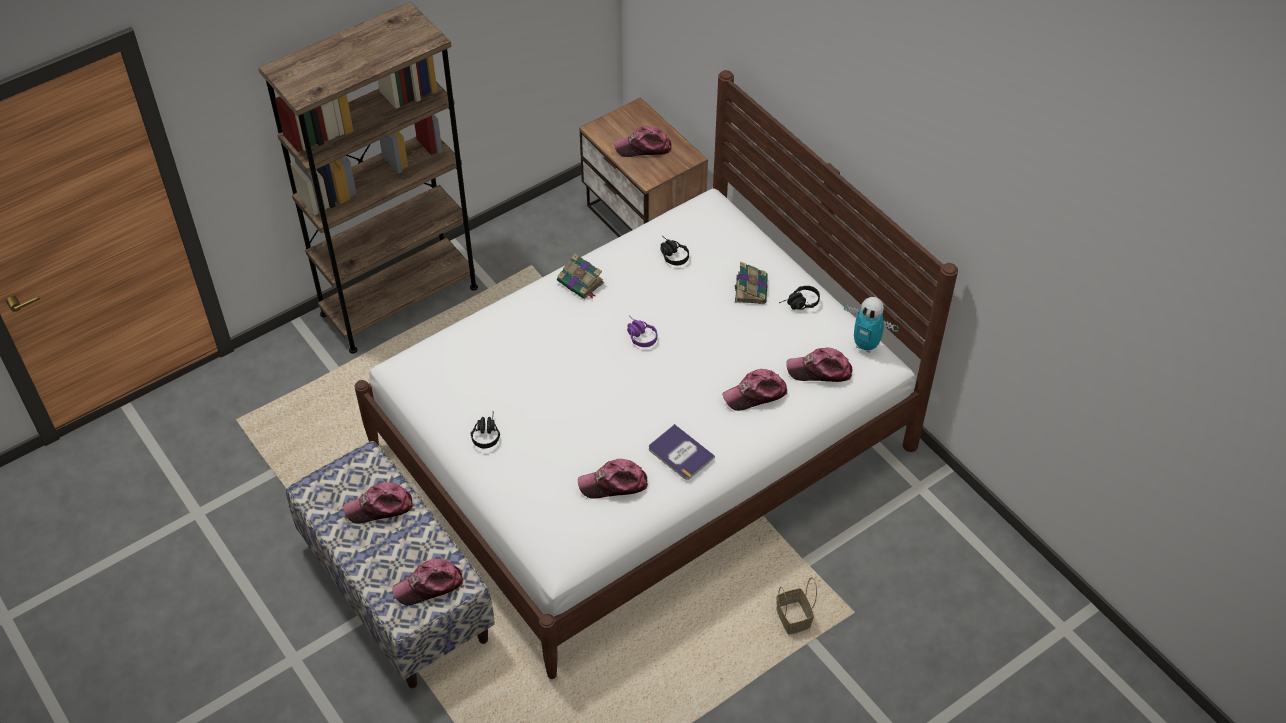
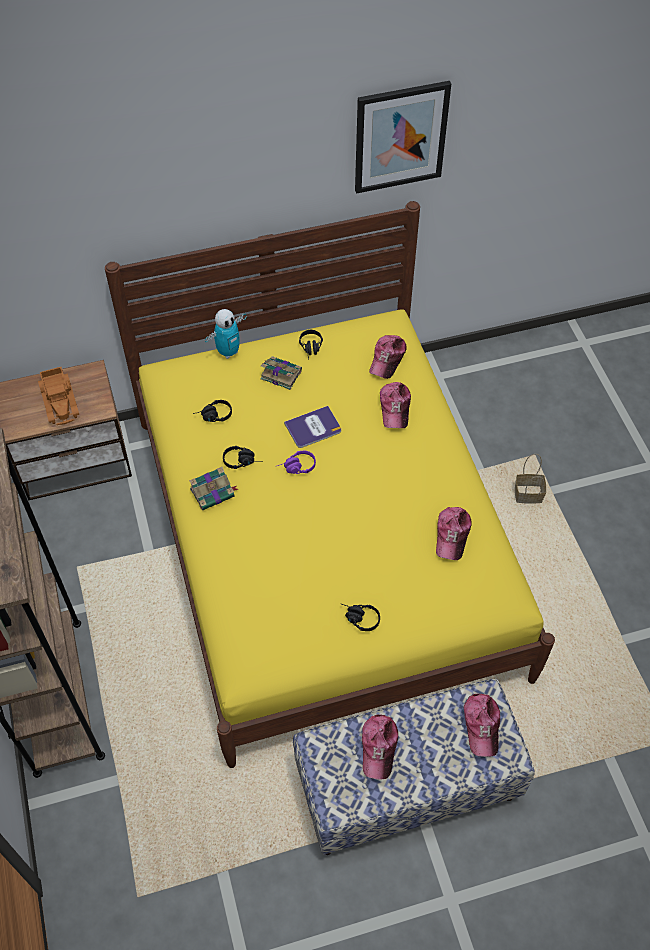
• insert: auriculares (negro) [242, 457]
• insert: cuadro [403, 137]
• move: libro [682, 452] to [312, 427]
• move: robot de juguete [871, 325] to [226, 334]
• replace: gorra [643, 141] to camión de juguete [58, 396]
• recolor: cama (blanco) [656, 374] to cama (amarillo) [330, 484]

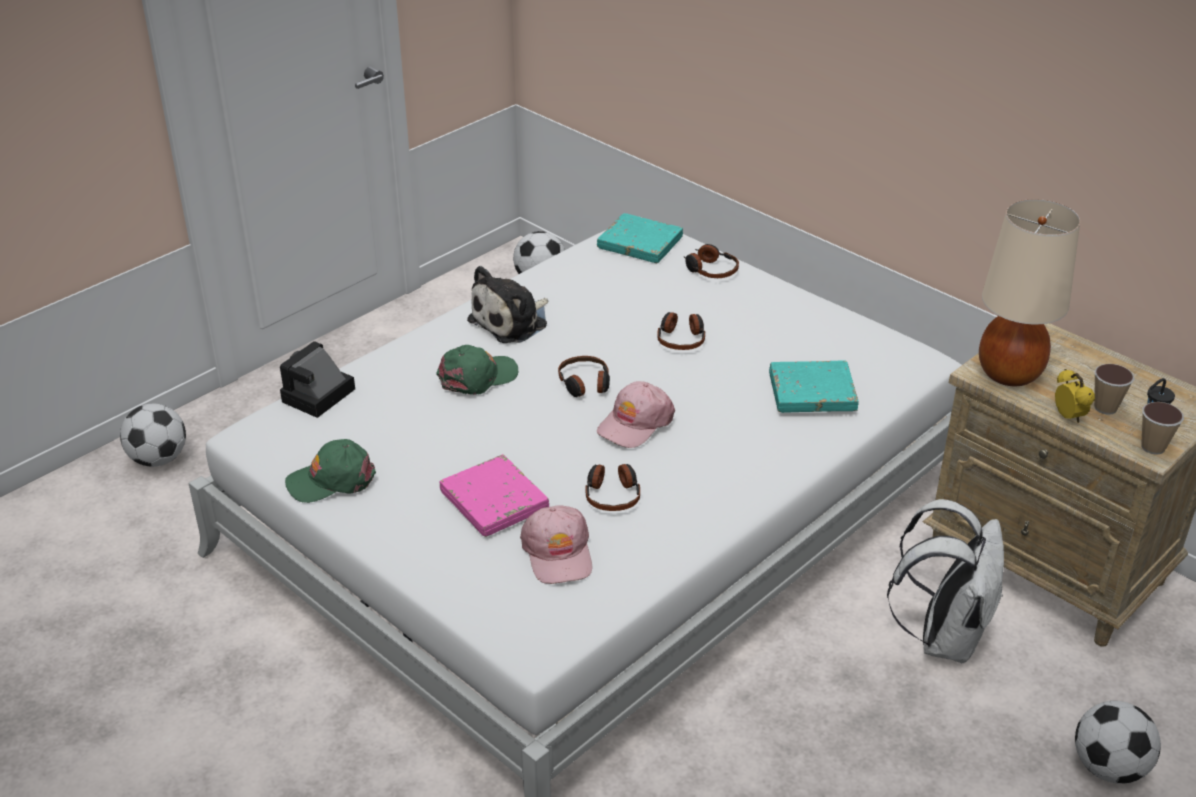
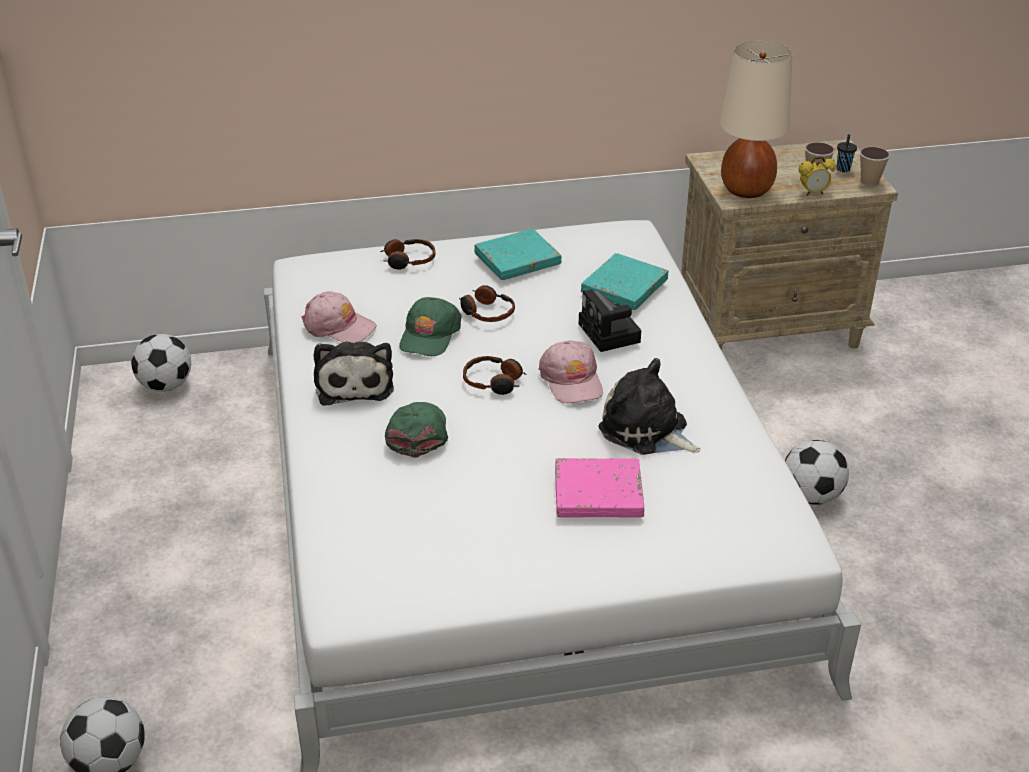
• delete: mochila (blanco) [945, 581]
• move: cámara [317, 379] to [610, 320]
• move: gorra (verde) [330, 471] to [430, 326]
• move: gorra (rosa) [556, 544] to [339, 317]
• move: libro (turquesa) [640, 238] to [518, 254]
• move: balón de fútbol [1118, 742] to [817, 472]
• replace: auriculares [613, 487] to peluche [649, 406]
• rotate: despertador [1075, 396] = [817, 176] 150 degrees clockwise

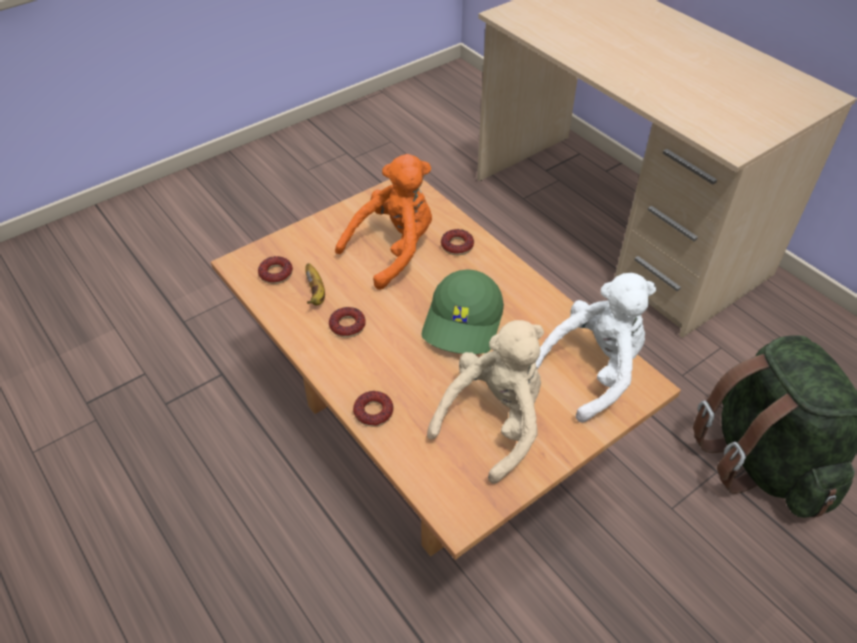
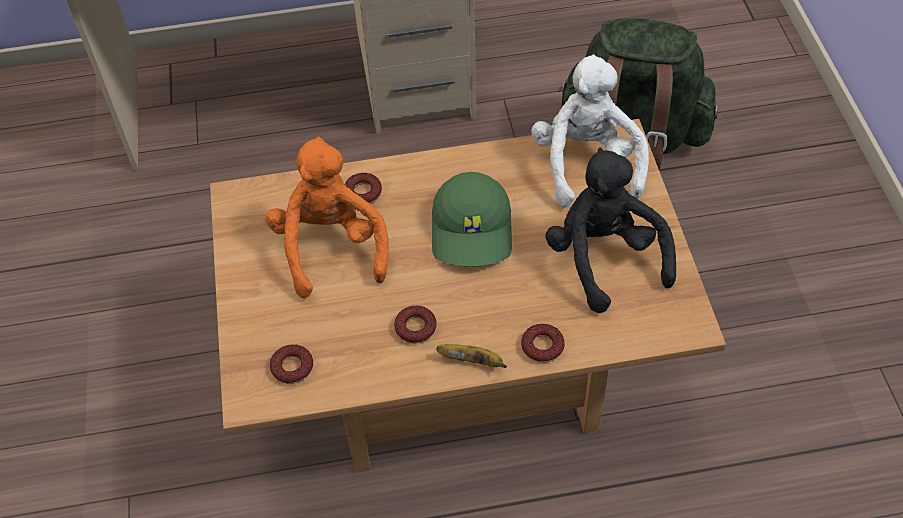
• move: plátano [315, 284] to [471, 356]
• recolor: peluche (beis) [485, 402] to peluche (negro) [610, 230]
• rotate: gorra (verde) [463, 311] = [472, 219] 45 degrees clockwise

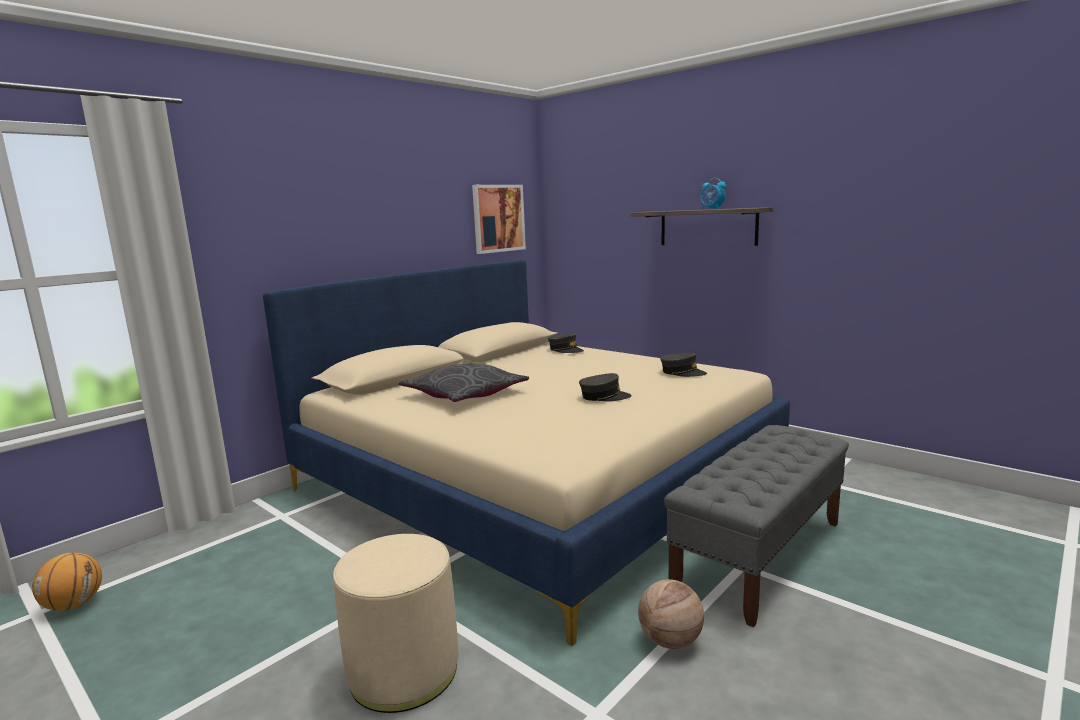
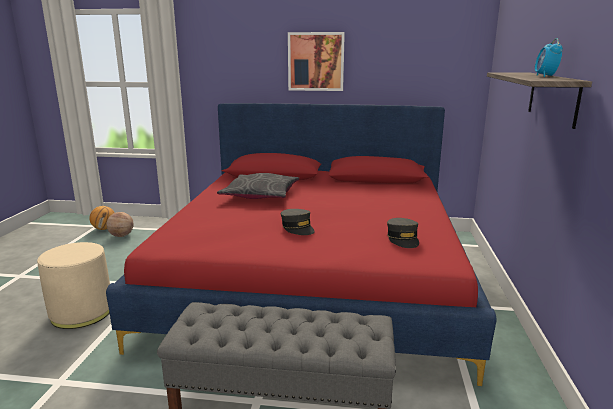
• delete: gorra (gris) [566, 343]
• move: cuadro [499, 219] to [316, 61]
• move: balón de baloncesto [671, 614] to [120, 224]
• recolor: cama (beis) [526, 453] to cama (rojo) [301, 244]

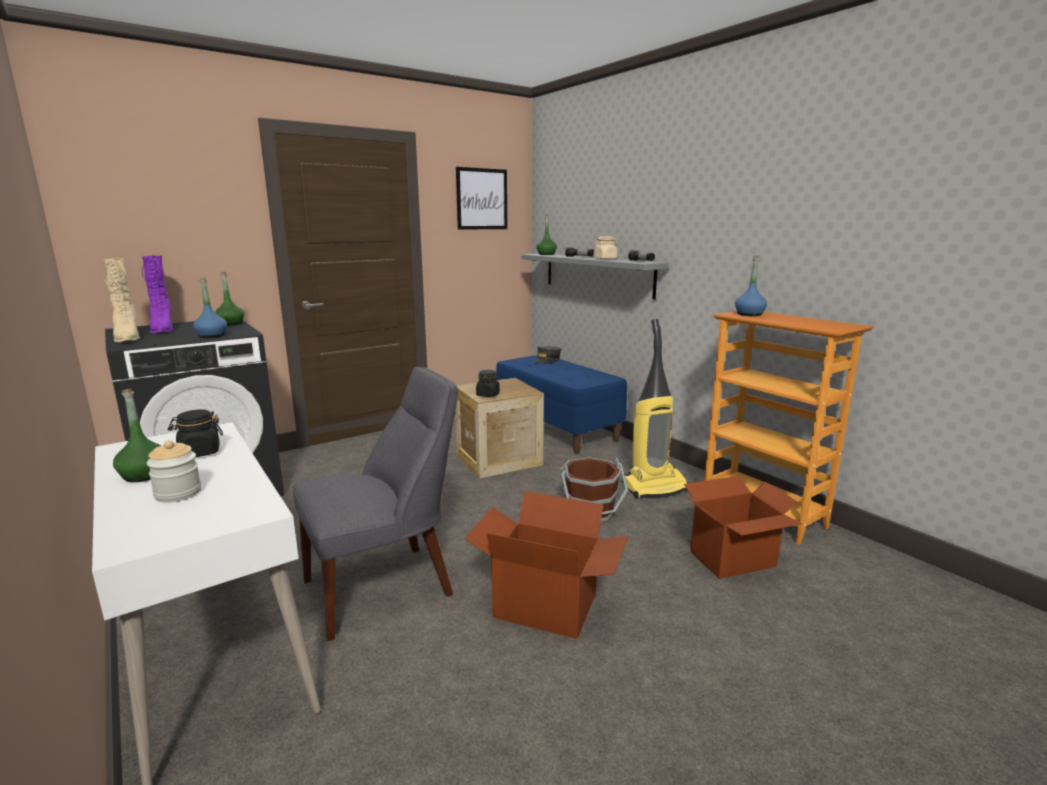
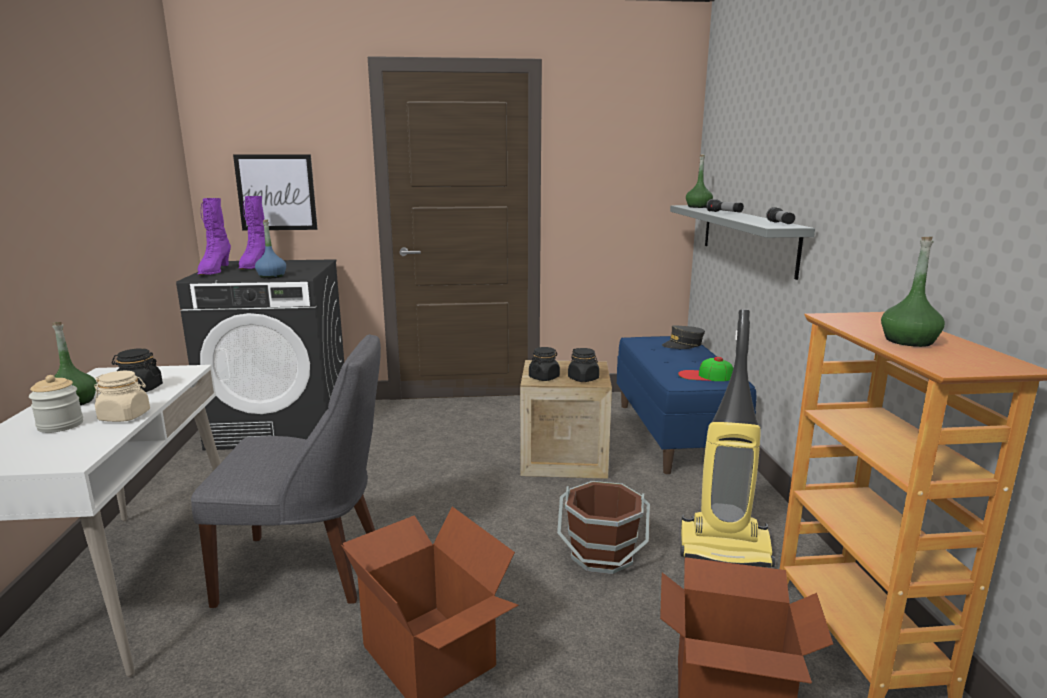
• delete: botella (azul) [751, 286]
• insert: tarro (negro) [583, 365]
• insert: gorra [705, 369]
• move: botella (verde) [229, 299] to [913, 292]
• move: cuadro [481, 198] to [275, 192]
• move: tarro (beis) [606, 248] to [122, 396]
• recolor: bota (beis) [121, 300] to bota (morado) [214, 236]

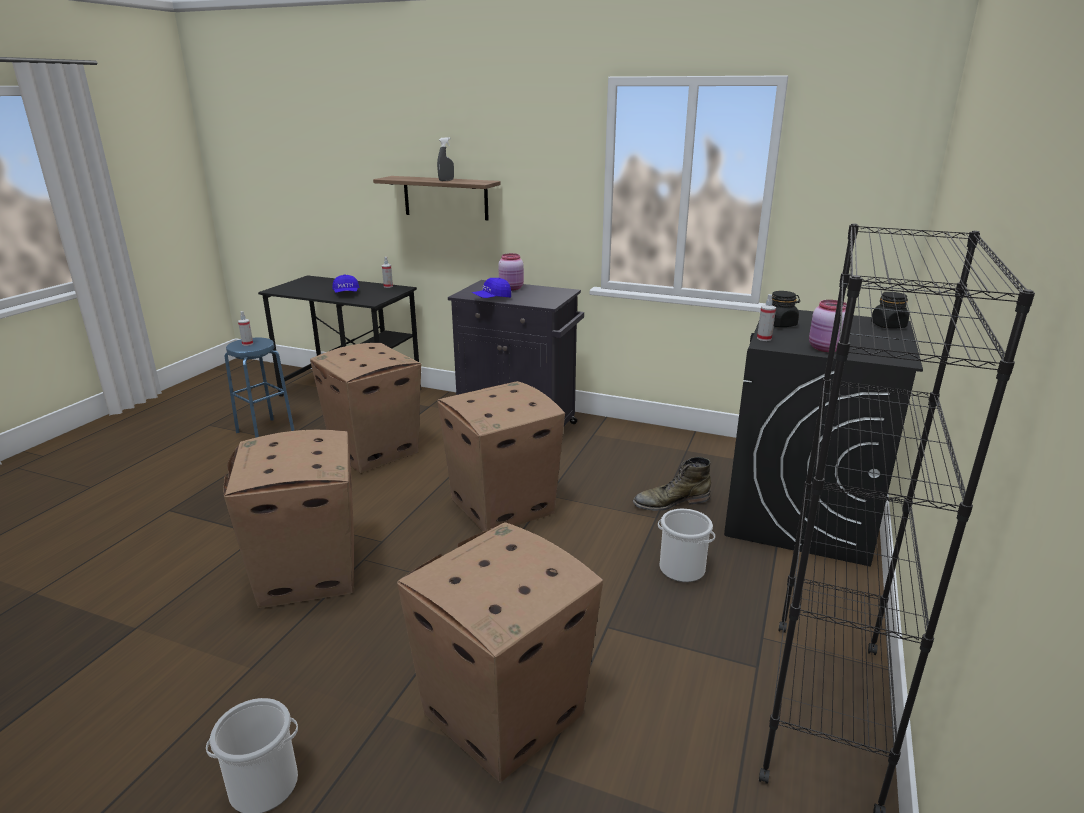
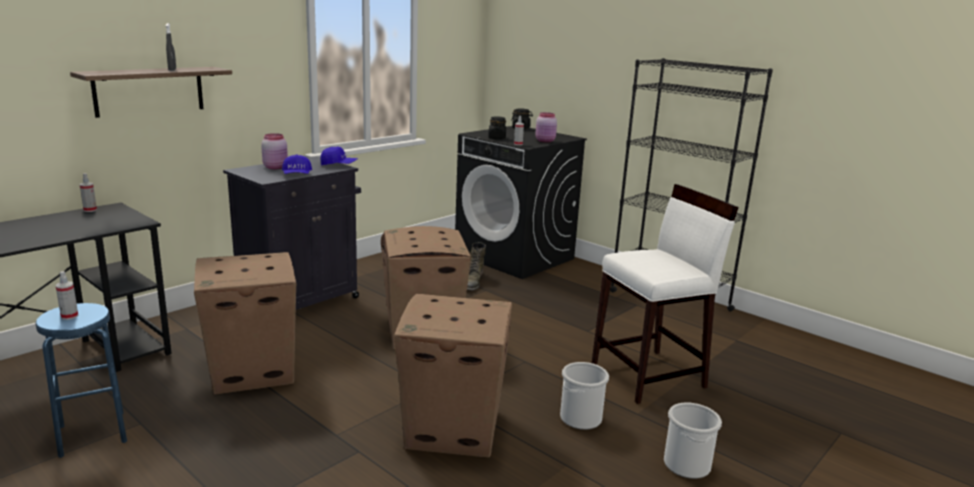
• move: gorra (azul) [346, 283] to [339, 156]
• move: cubo [686, 545] to [584, 396]
• replace: caja de cartón [500, 652] to taburete (blanco) [665, 294]

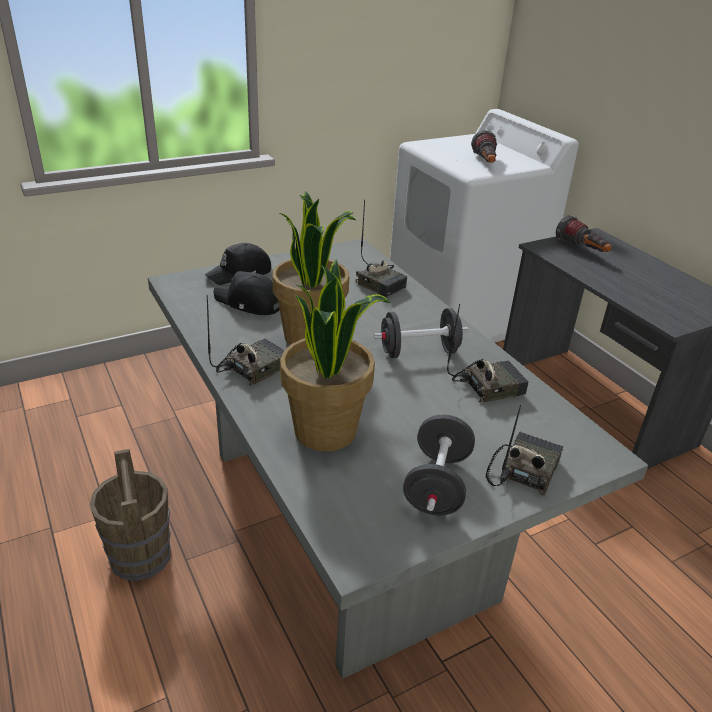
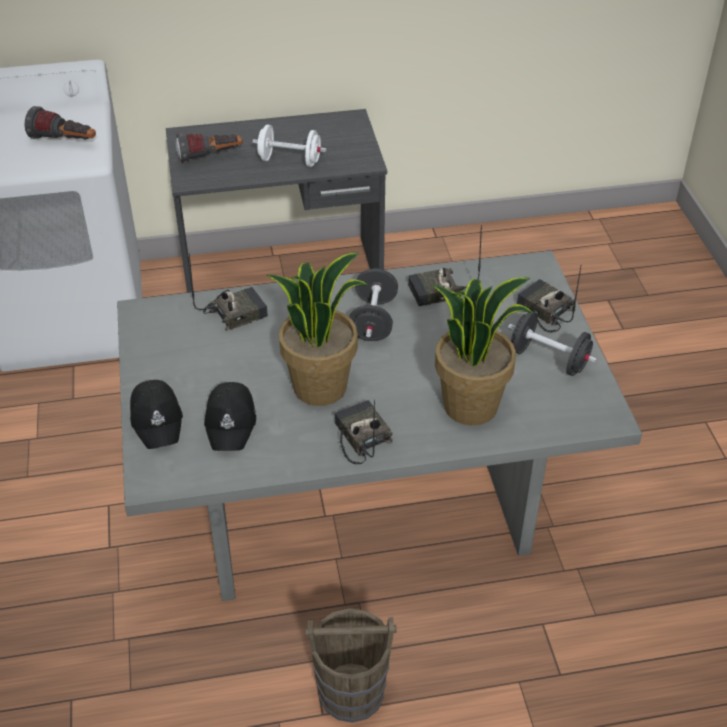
• insert: mancuerna (blanco) [289, 146]
• rotate: gorra (negro) [247, 293] = [230, 416] 45 degrees counterclockwise
• rotate: radio [488, 353] = [445, 265] 105 degrees counterclockwise

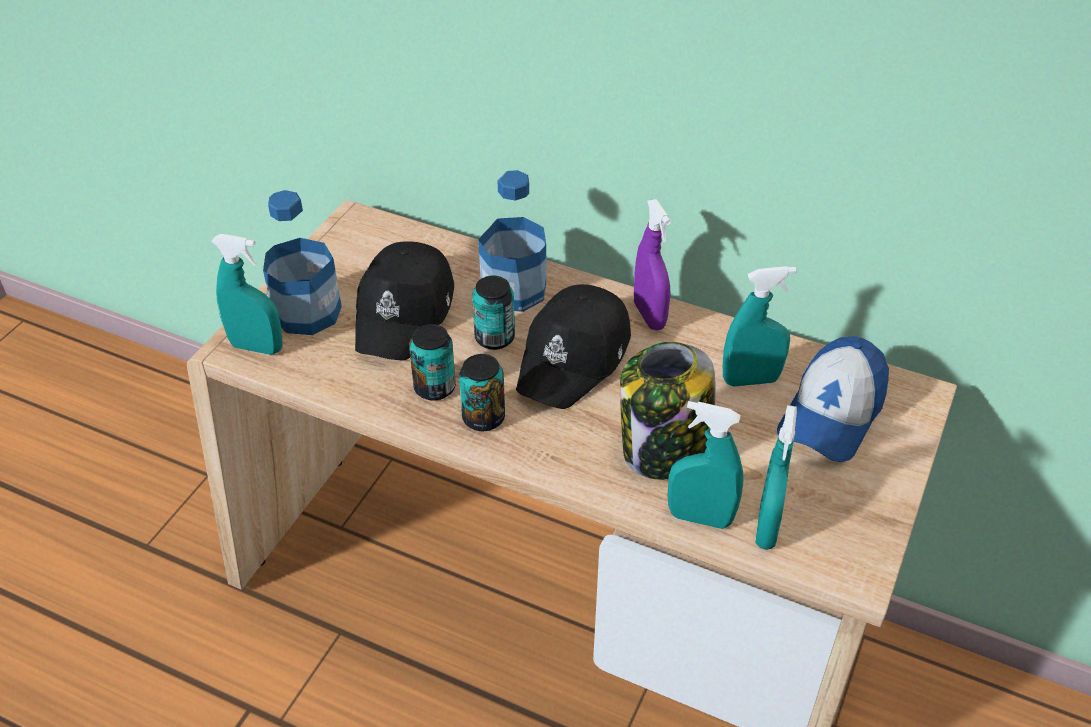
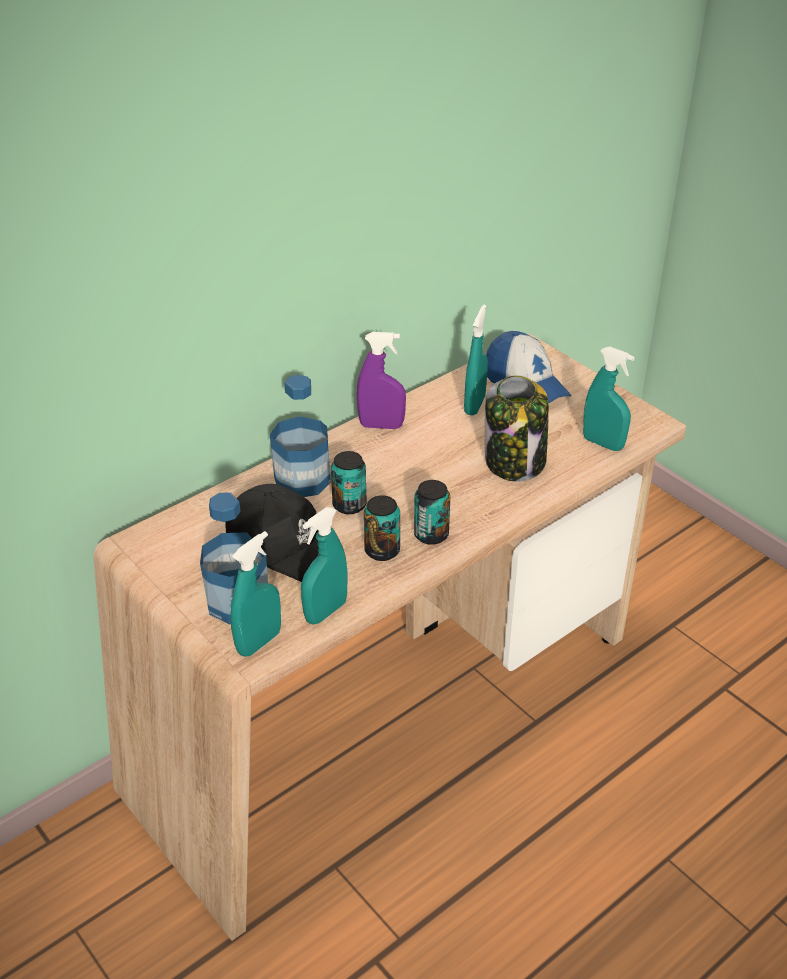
• delete: gorra (negro) [573, 346]
• move: pulverizador (turquesa) [705, 465] to [324, 565]

